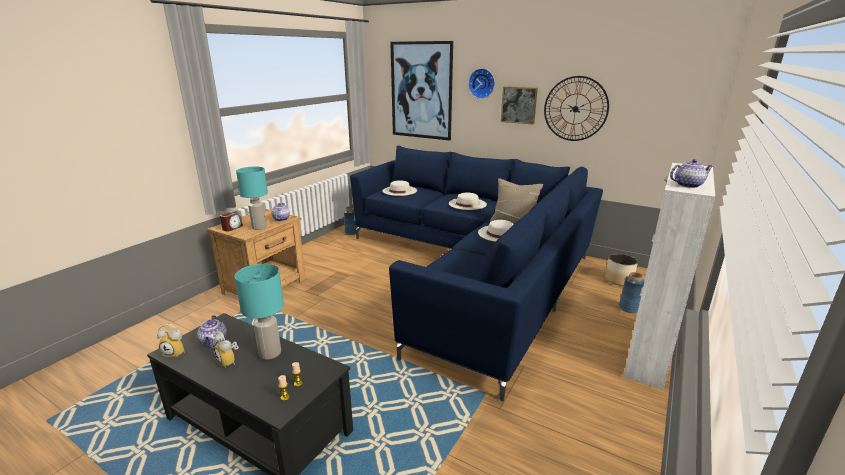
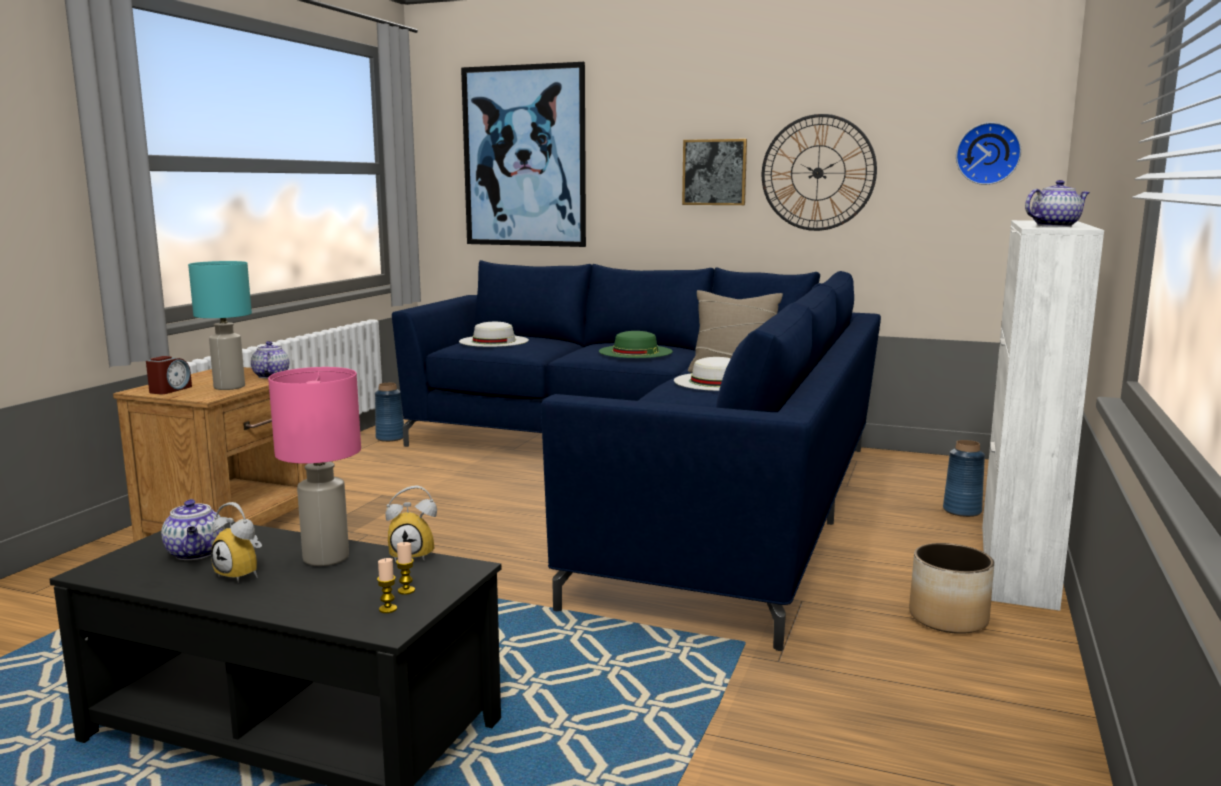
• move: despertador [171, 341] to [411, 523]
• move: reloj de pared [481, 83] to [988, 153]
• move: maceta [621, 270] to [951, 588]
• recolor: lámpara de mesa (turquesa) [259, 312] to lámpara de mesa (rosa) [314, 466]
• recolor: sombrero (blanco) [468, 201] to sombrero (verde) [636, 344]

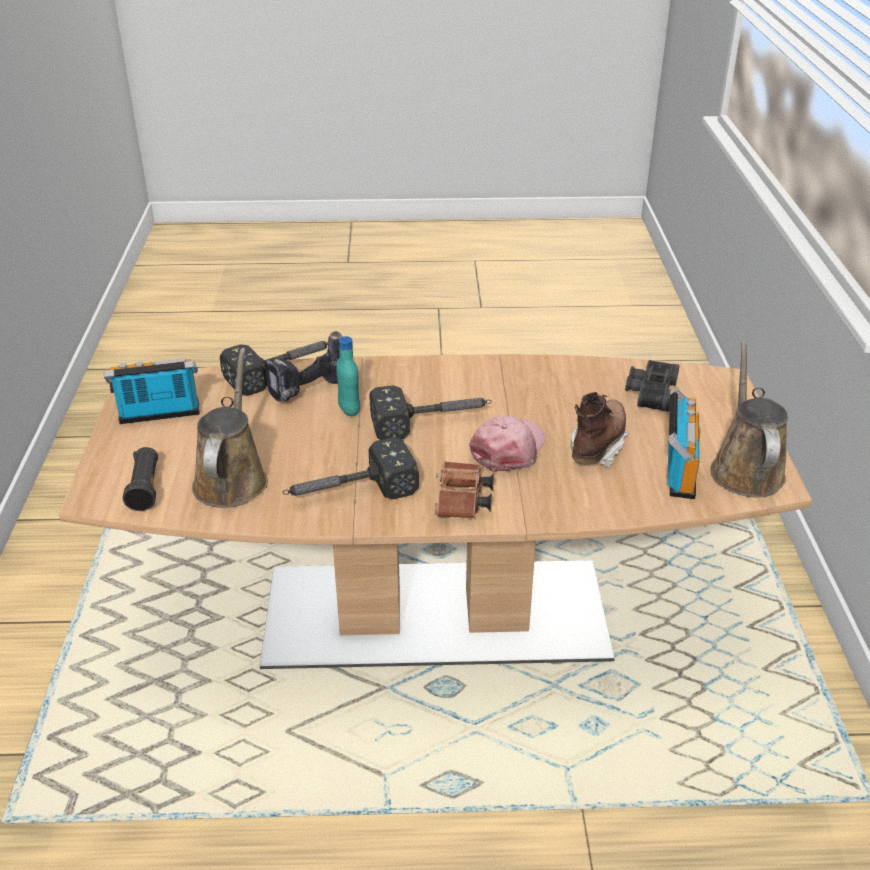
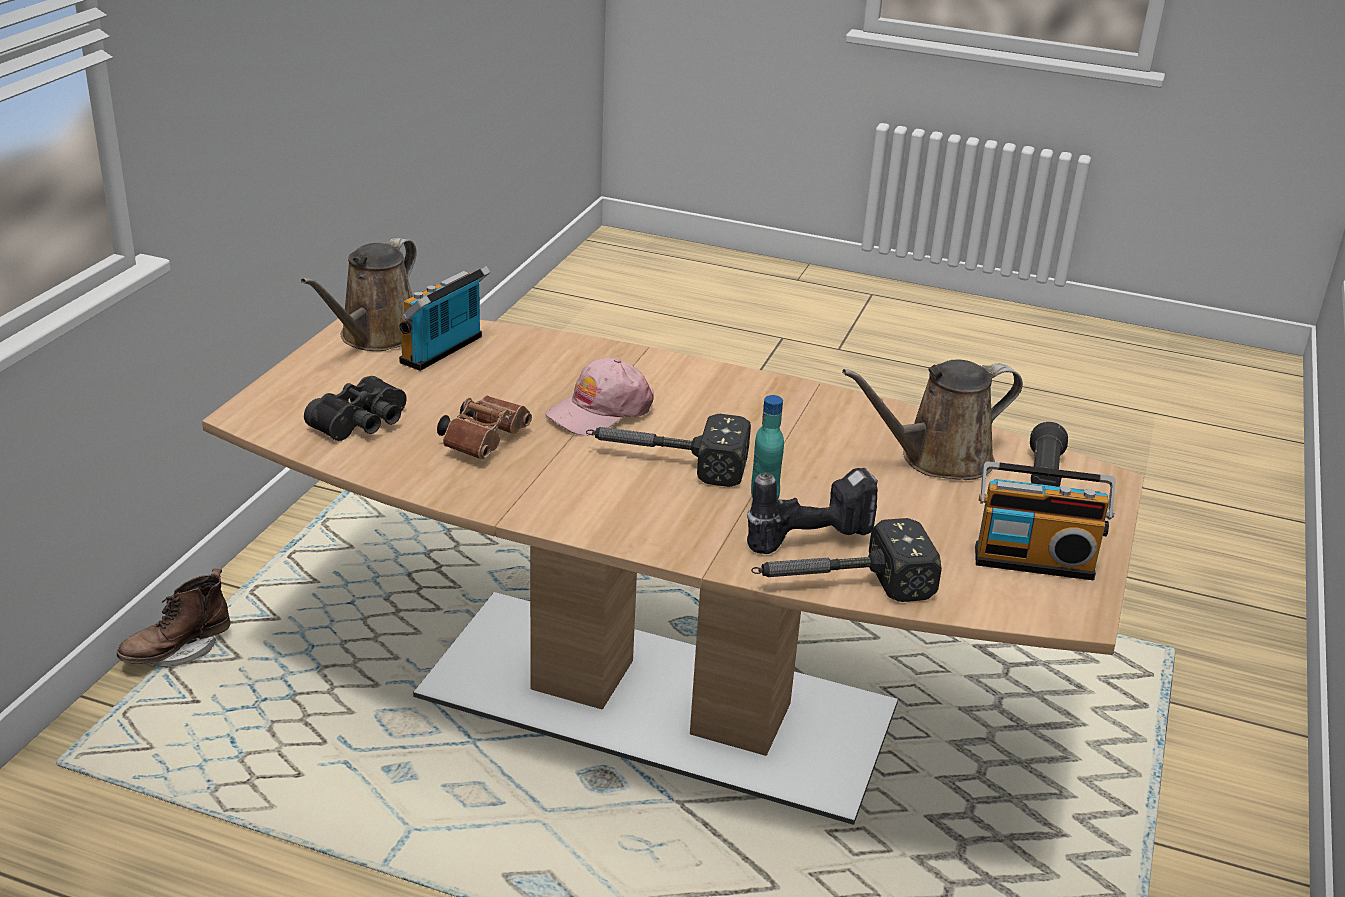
• delete: martillo [351, 468]
• move: prismáticos (marrón) [464, 489] to [484, 428]
• move: bota (marrón) [600, 430] to [174, 618]
• rotate: regadera (marrón) [230, 428] = [932, 419] 45 degrees clockwise

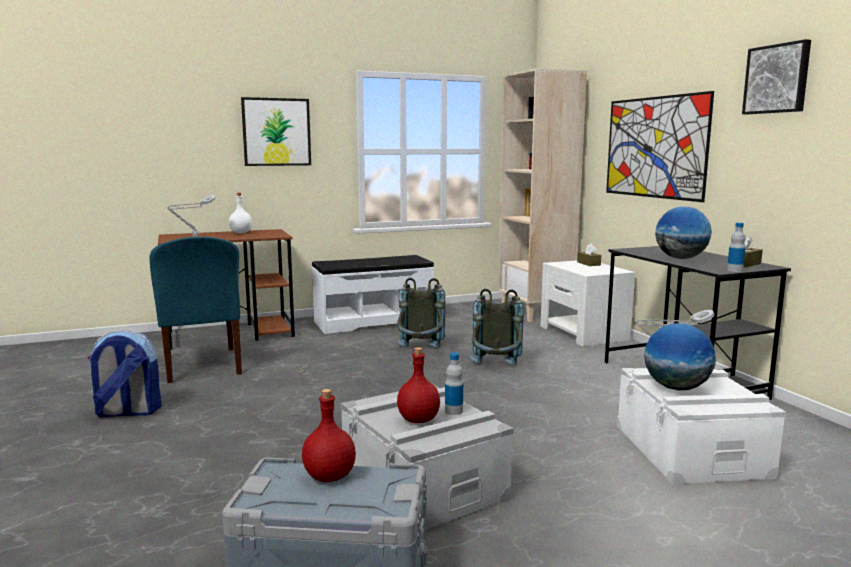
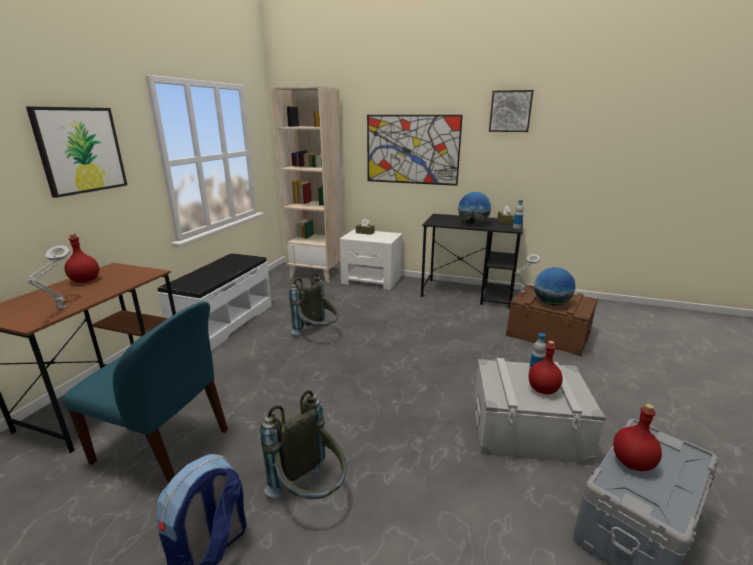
• move: mochila (gris) [497, 327] to [303, 444]
• recolor: botella (blanco) [240, 213] to botella (rojo) [81, 258]
• recolor: caja de almacenaje (blanco) [701, 426] to caja de almacenaje (marrón) [552, 320]

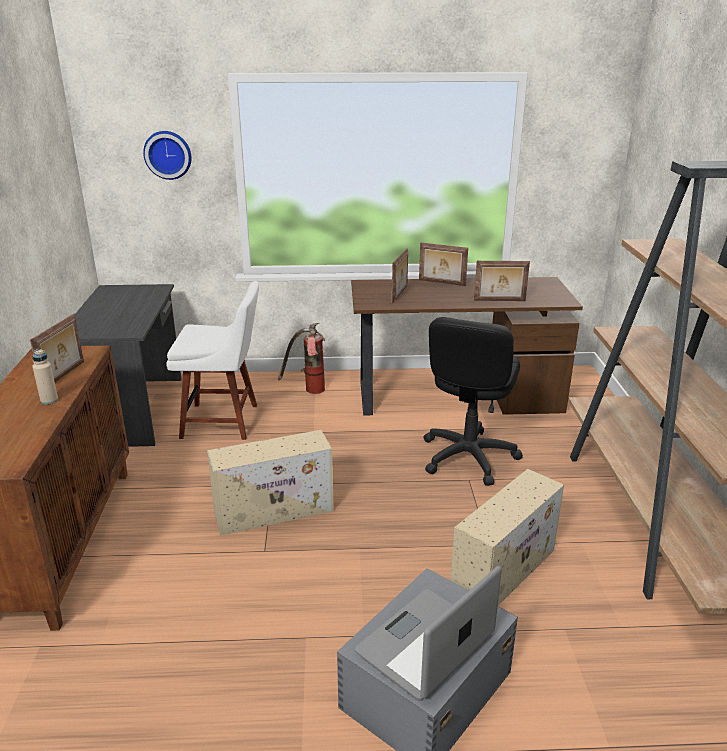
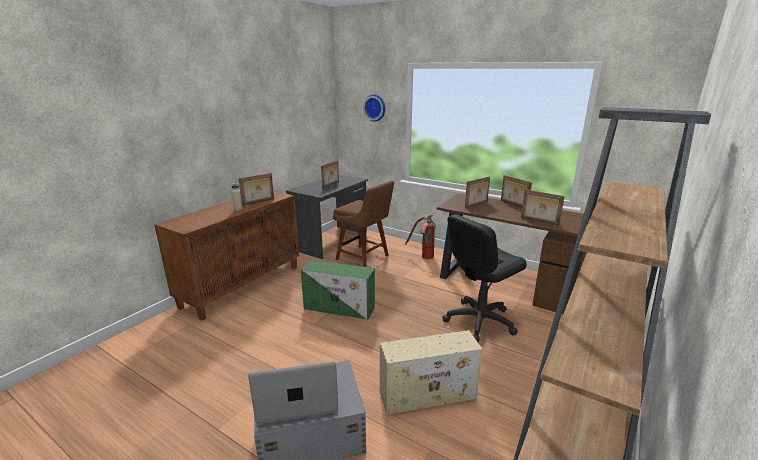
• insert: portarretratos [330, 174]
• recolor: silla (blanco) [212, 360] to silla (marrón) [363, 224]
• recolor: caja de almacenaje (beis) [270, 483] to caja de almacenaje (verde) [338, 290]

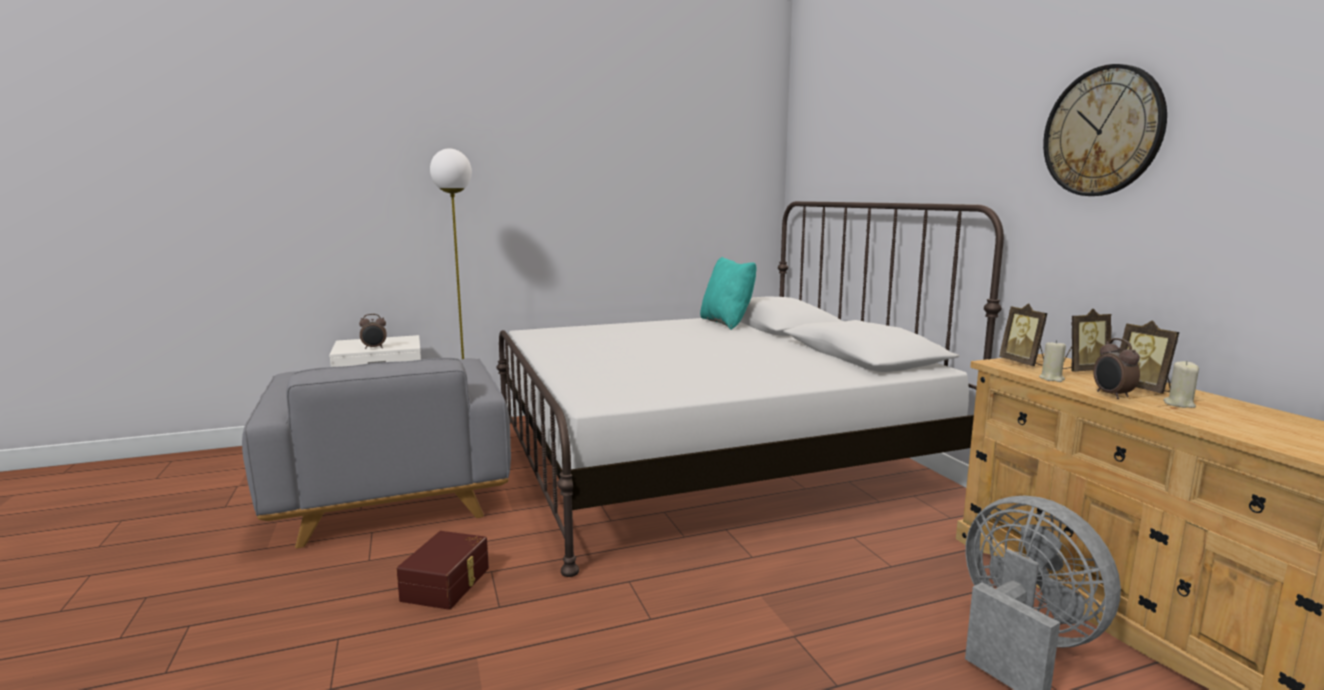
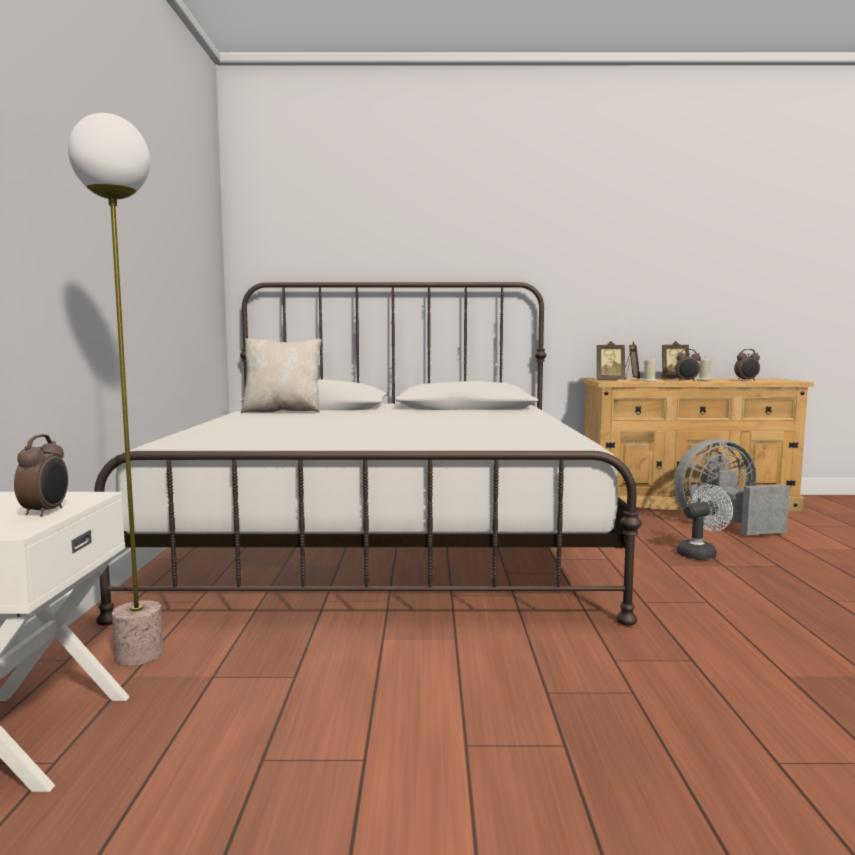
• delete: sillón (gris) [376, 453]
• delete: caja de almacenaje (marrón) [443, 570]
• delete: reloj de pared [1105, 130]
• insert: ventilador (blanco) [705, 522]
• insert: despertador [747, 365]
• recolor: cojín (turquesa) [728, 293] to cojín (beis) [281, 375]

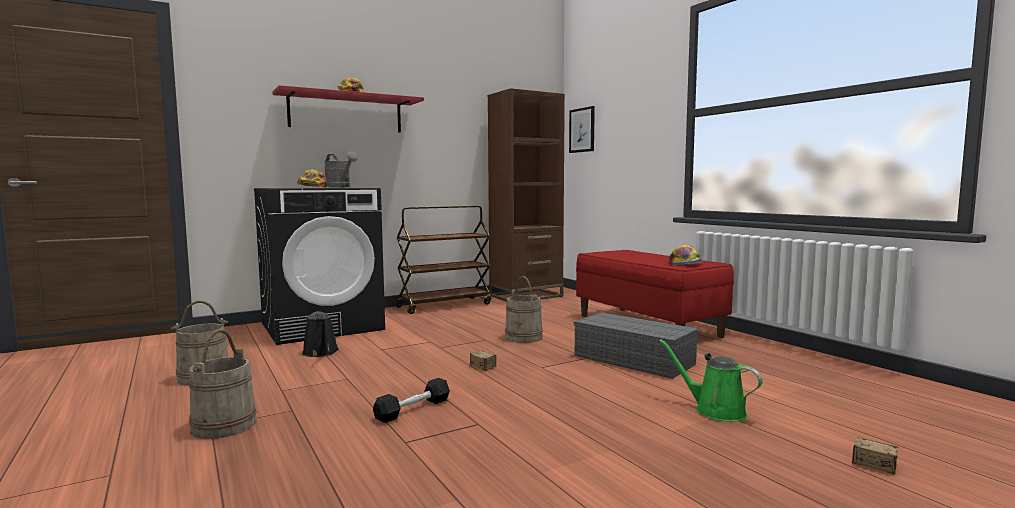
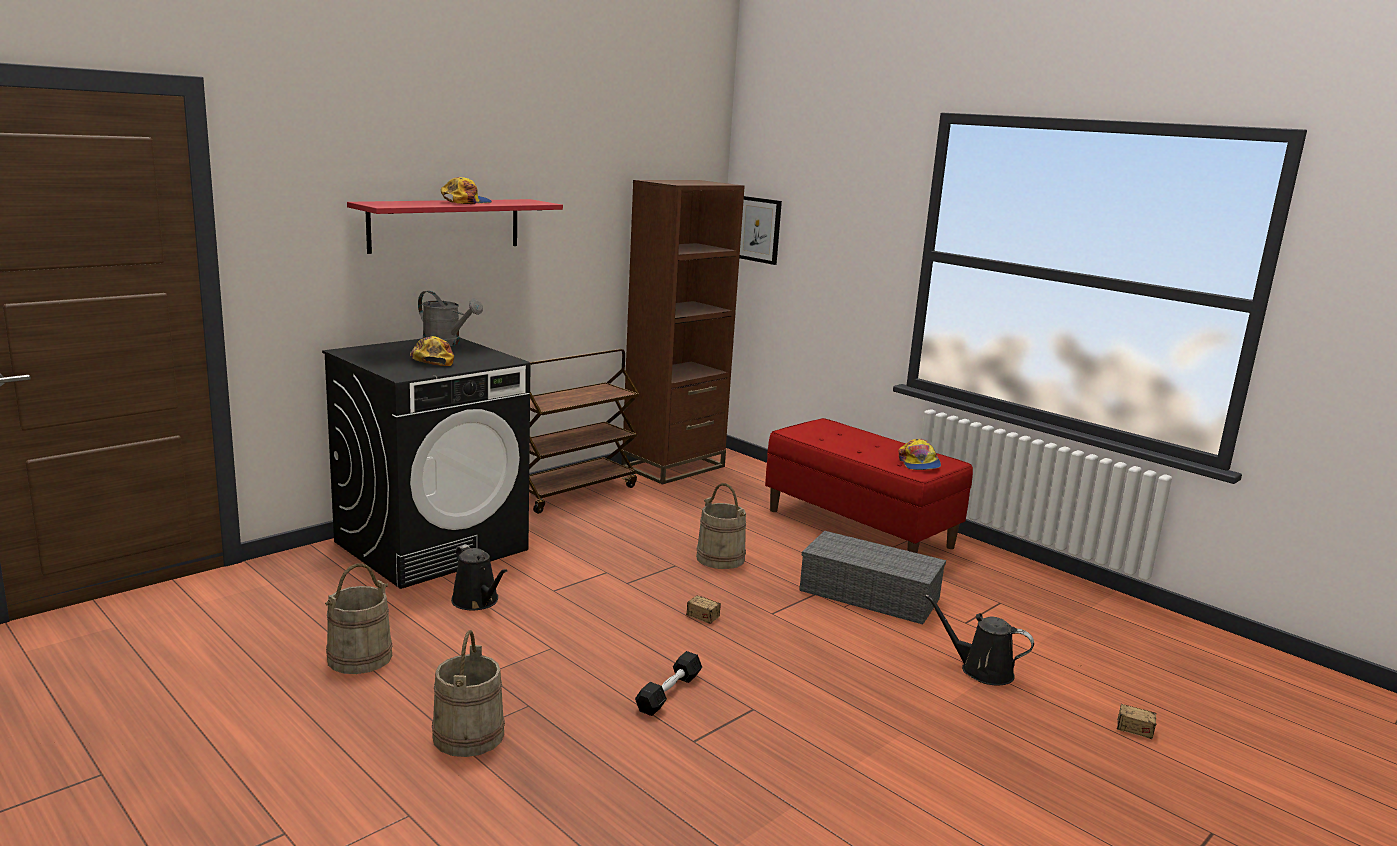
• recolor: regadera (verde) [711, 380] to regadera (negro) [979, 639]

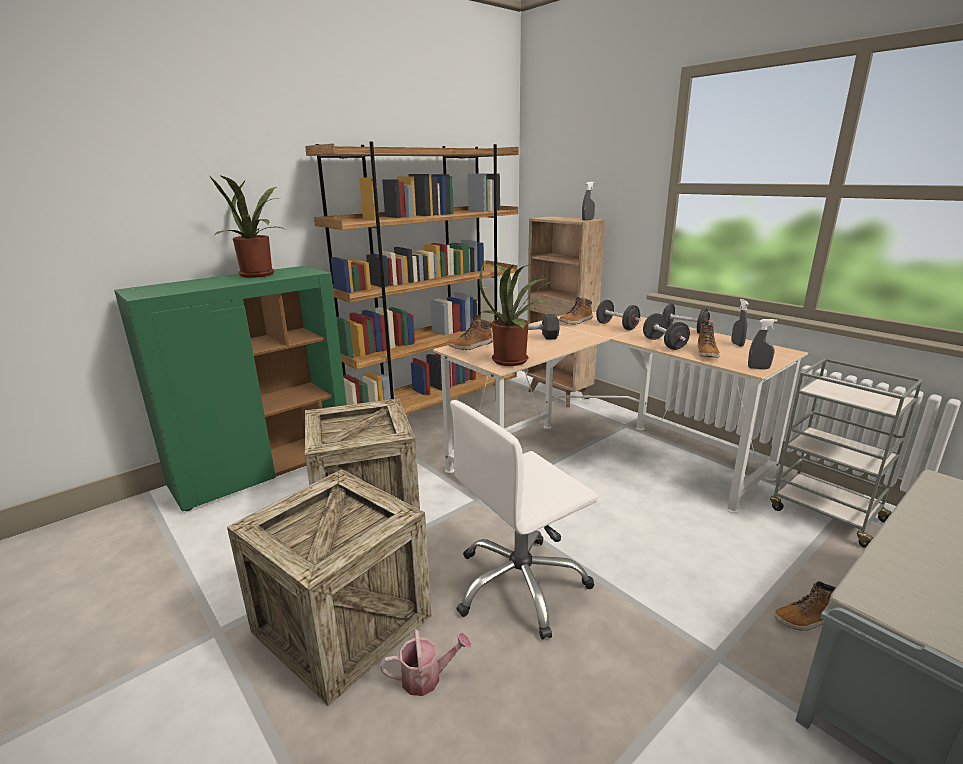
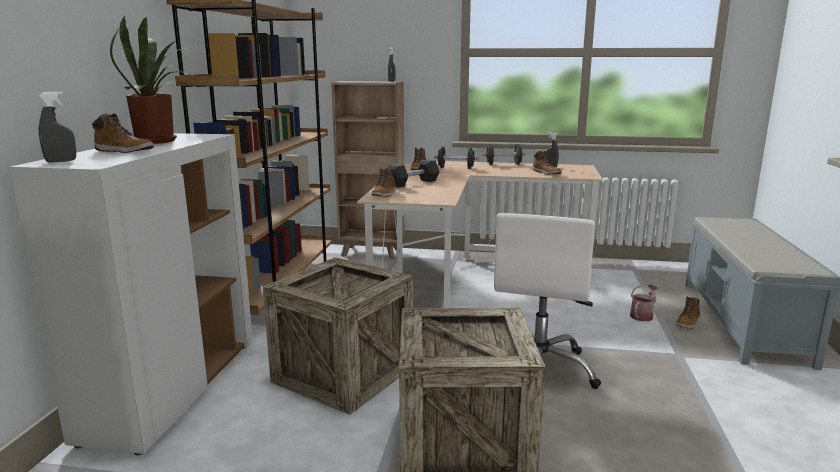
• delete: planta en maceta [517, 315]
• delete: mancuerna (negro) [666, 331]
• delete: carrito (gris) [846, 453]
• insert: bota [123, 133]
• move: regadera [425, 662] to [644, 303]
• move: pulverizador (gris) [762, 344] to [57, 126]
• recolor: armario (verde) [230, 389] to armario (blanco) [131, 294]

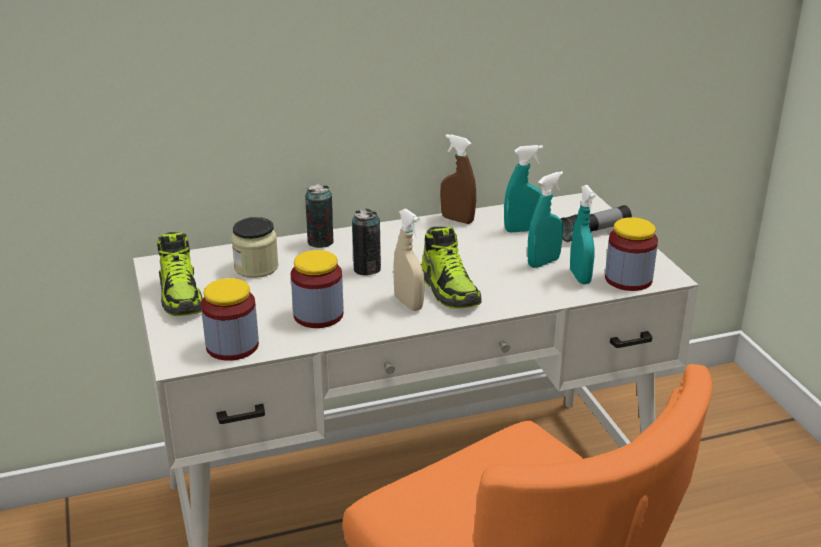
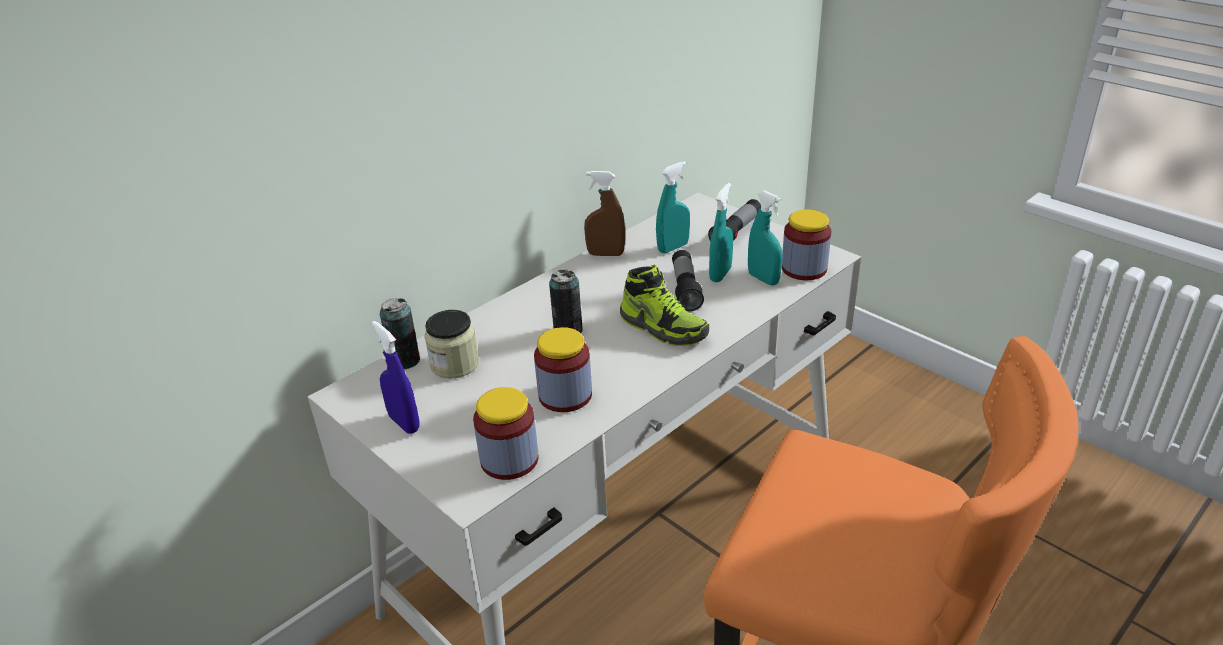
• delete: pulverizador (beis) [408, 260]
• insert: linterna [688, 281]
• move: lata [319, 216] to [400, 333]
• replace: zapato [180, 274] to pulverizador (azul) [396, 377]

